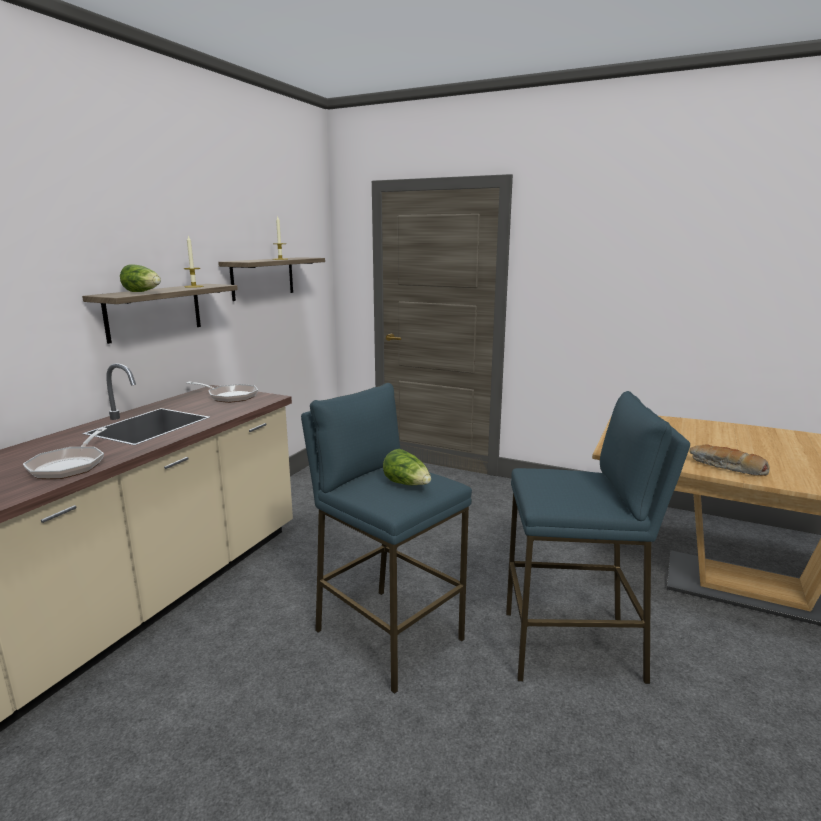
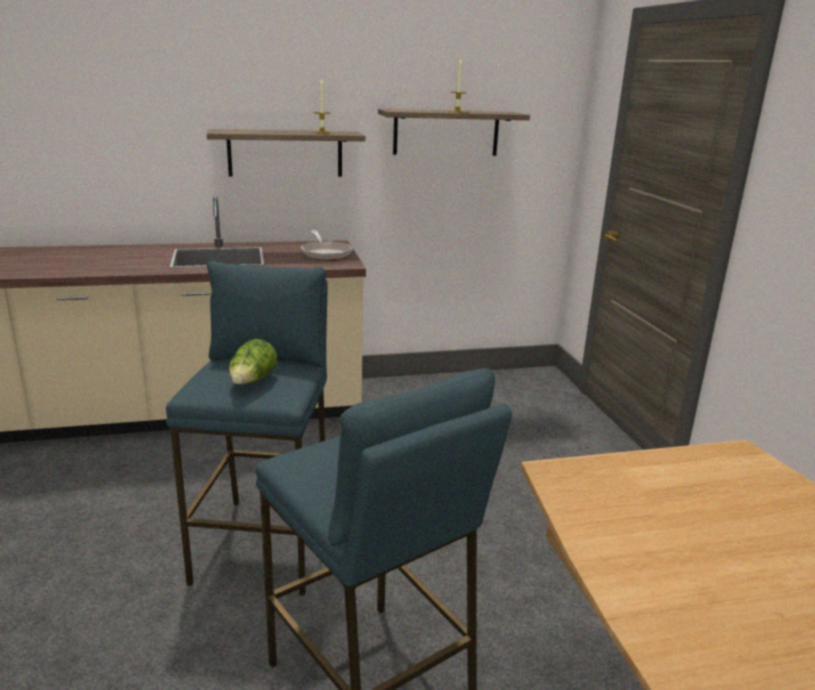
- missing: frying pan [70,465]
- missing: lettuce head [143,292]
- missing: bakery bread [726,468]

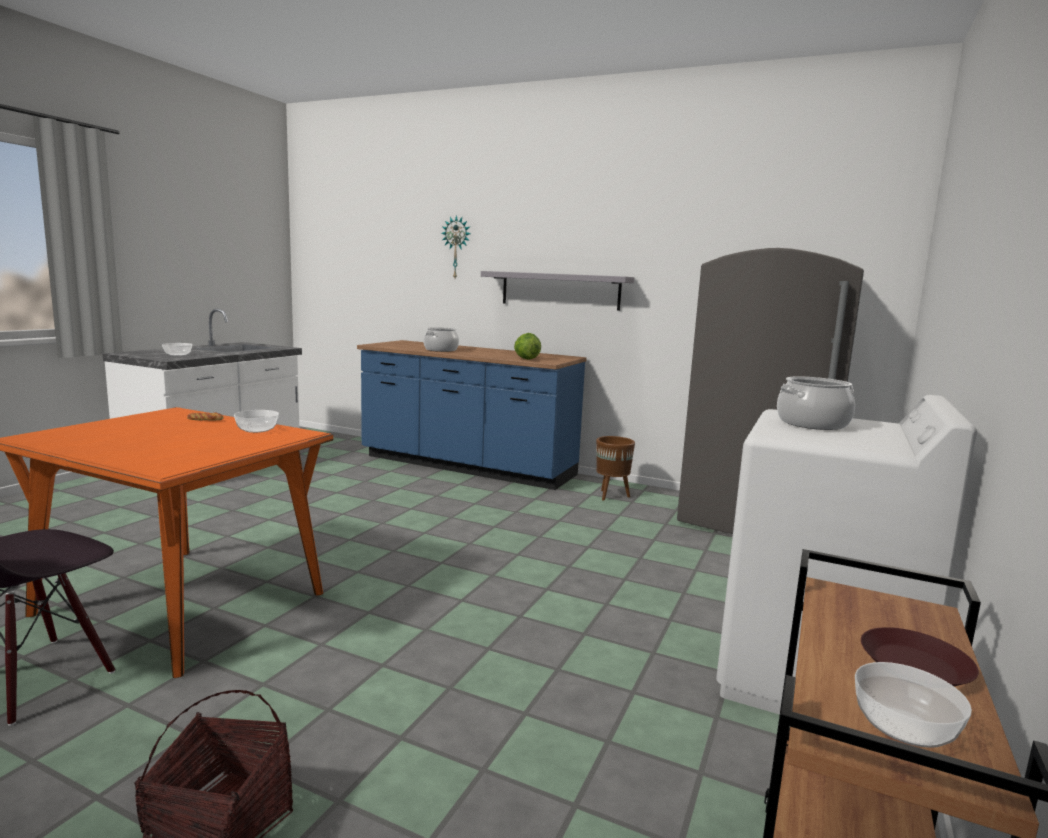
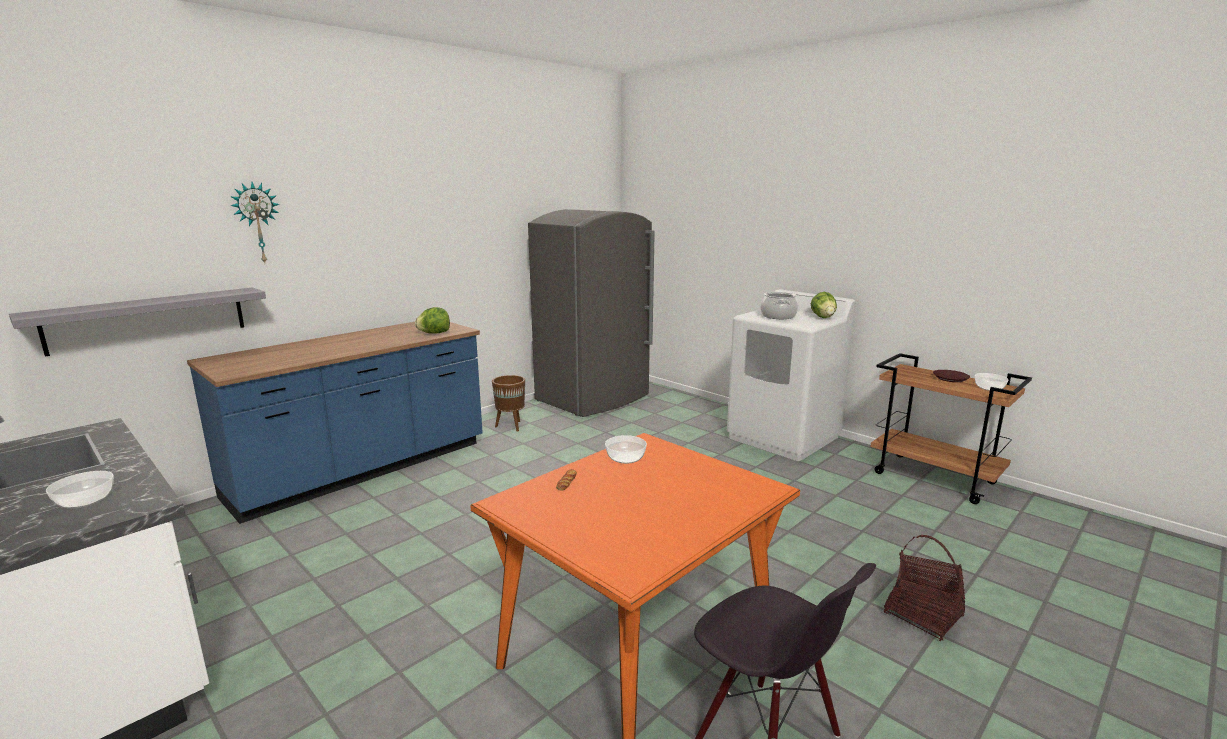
- missing: stockpot [441,350]
- relocated: shelf/gray [560,290] to [148,319]
- appeared: lettuce head [823,317]

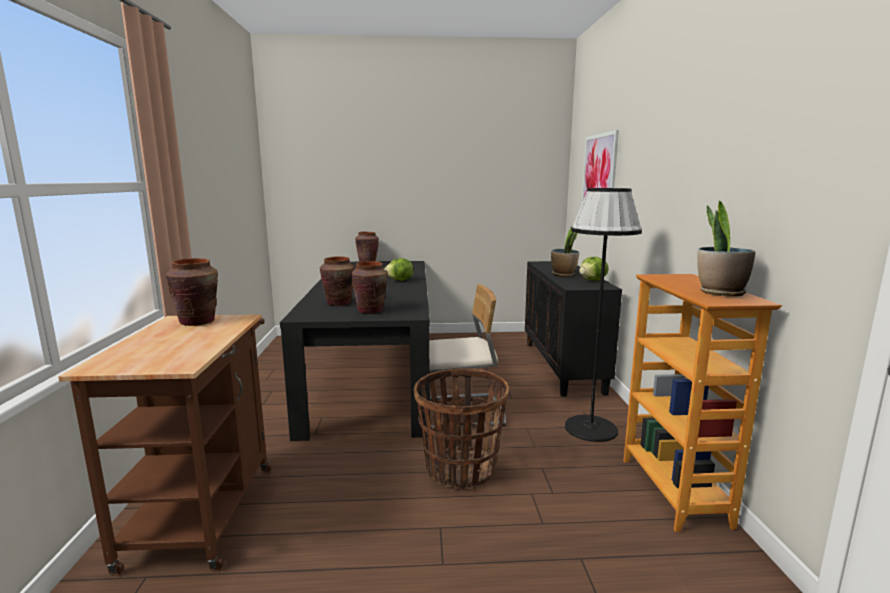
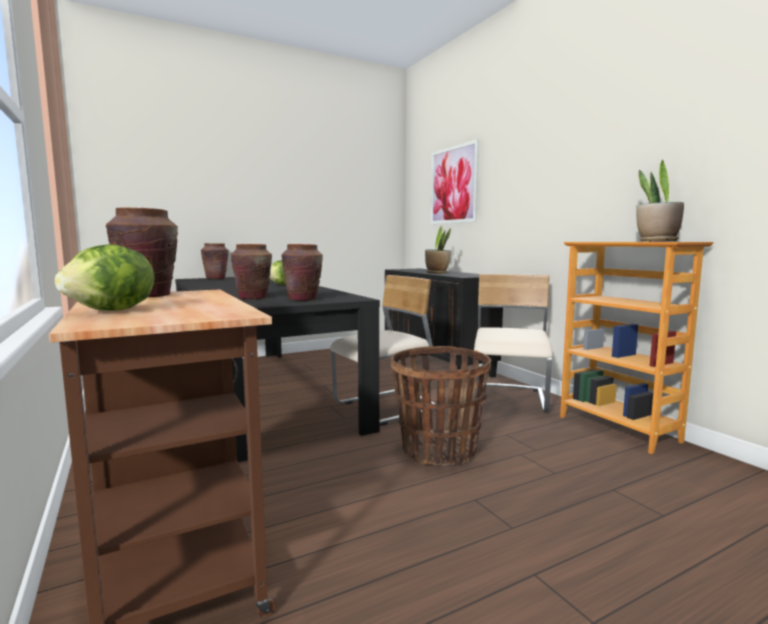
- exchanged: standing lamp/black-coloured [591,428] to upright chair/beige-coloured [510,400]
- relocated: lettuce head [593,280] to [113,311]

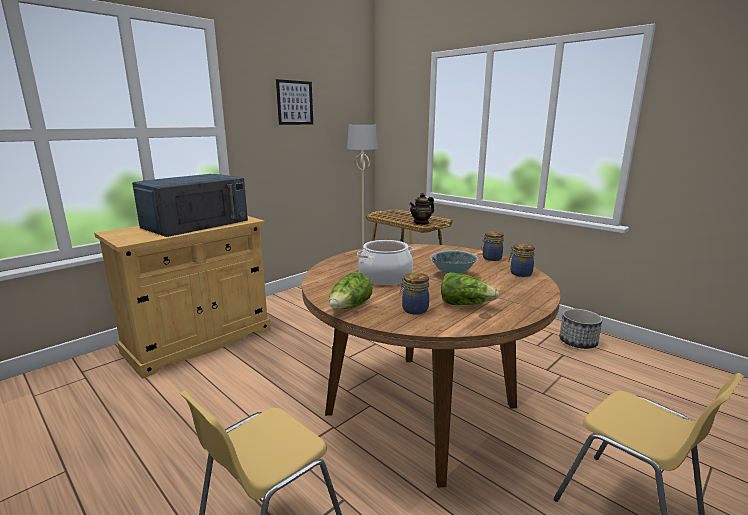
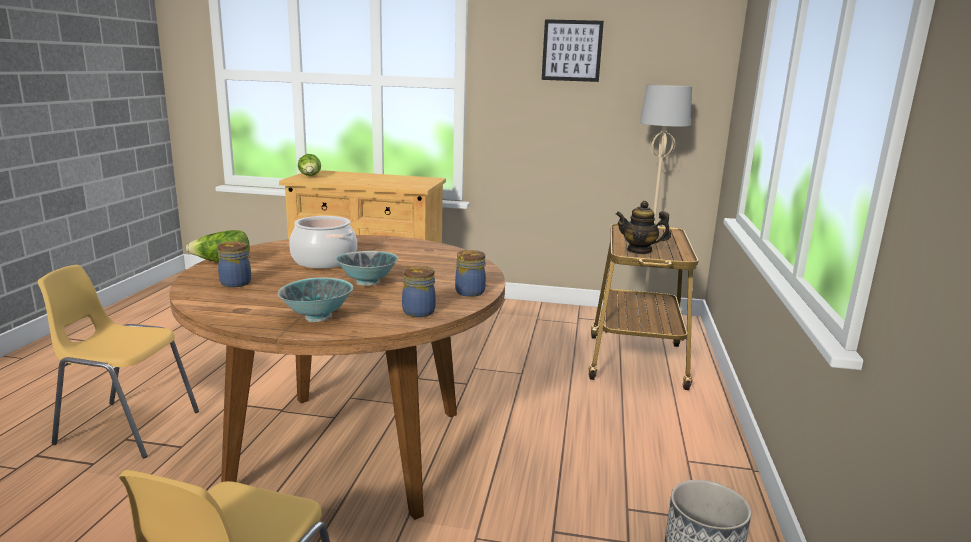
- missing: microwave/blue-coloured [196,223]
- relocated: lettuce head [465,304] to [310,176]
- appeared: bowl [318,317]

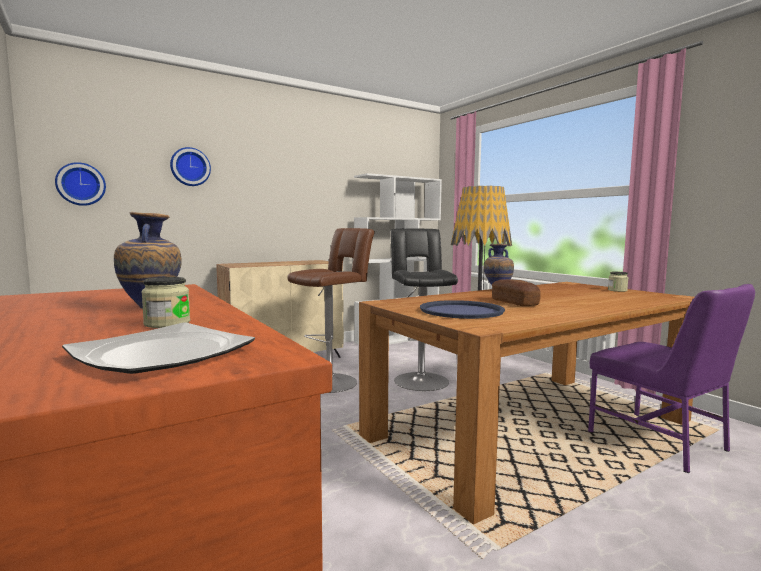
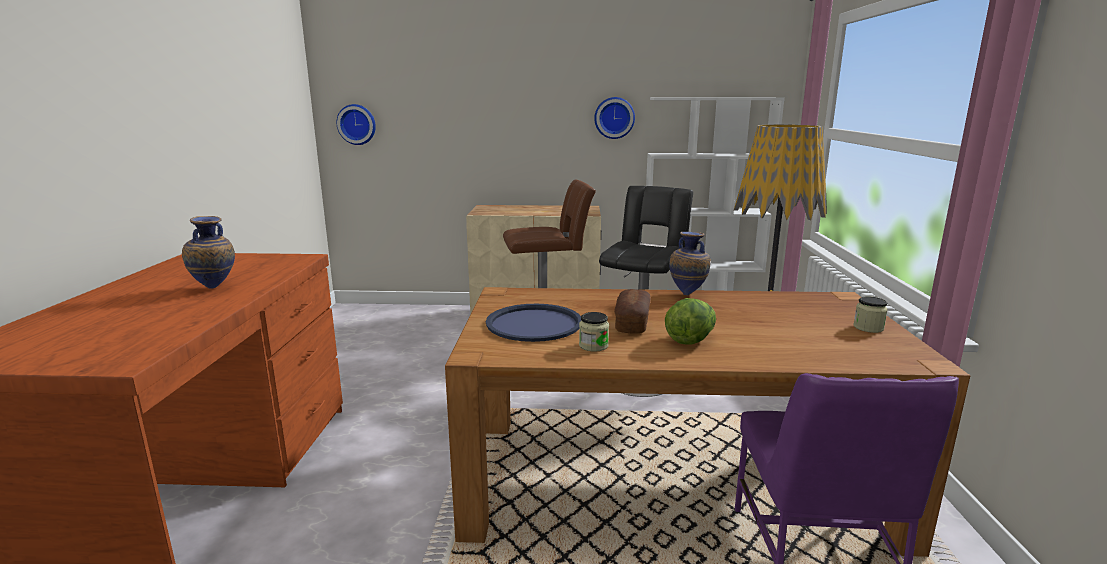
- missing: flat dish [163,353]
- relocated: storage jar [167,323] to [593,346]
- relocated: wall clock [190,167] to [614,118]
- appeared: lettuce head [690,339]

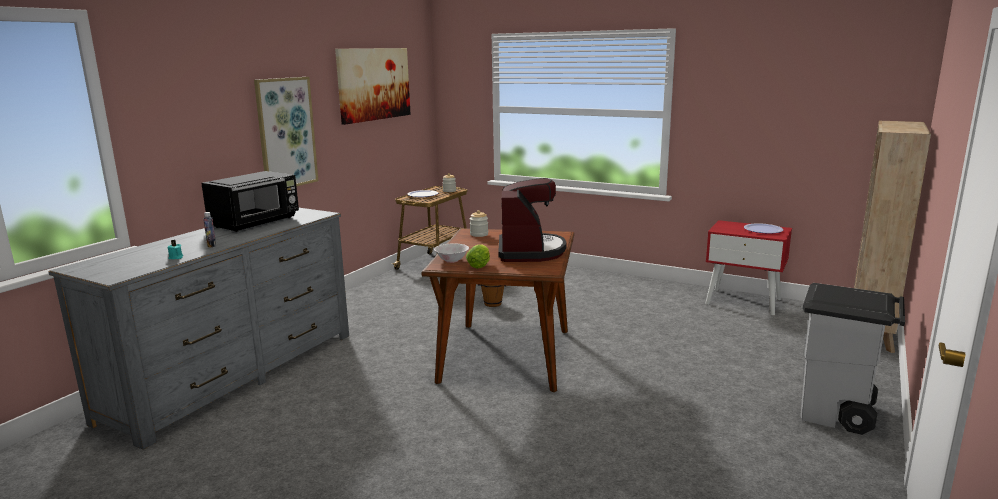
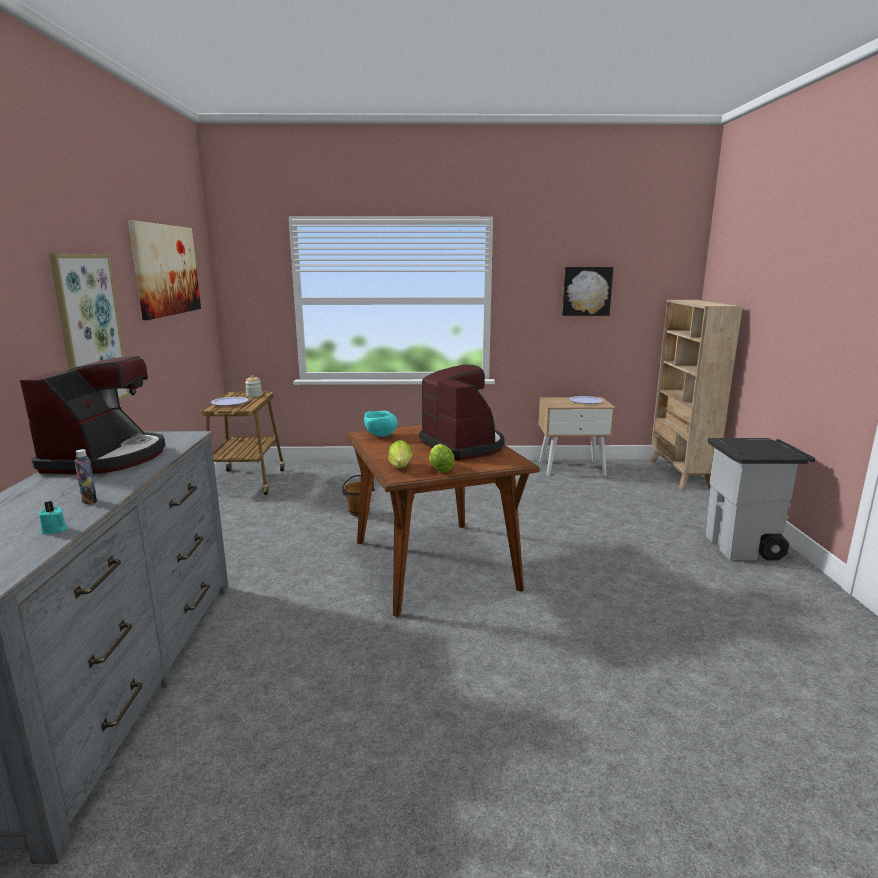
- exchanged: microwave/black-coloured [256,222] to coffee maker [107,458]
- exchanged: bowl/whitish [452,260] to lettuce head [401,468]
- exchanged: storage jar [479,234] to bowl/blue-green [380,436]
- colour: nightstand/red-coloured [743,301] to nightstand/beige-coloured [572,467]
- appeared: picture [586,291]

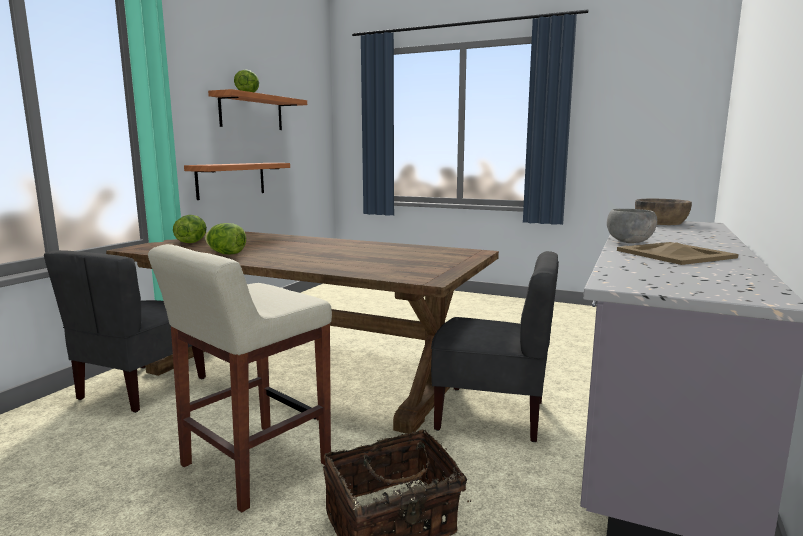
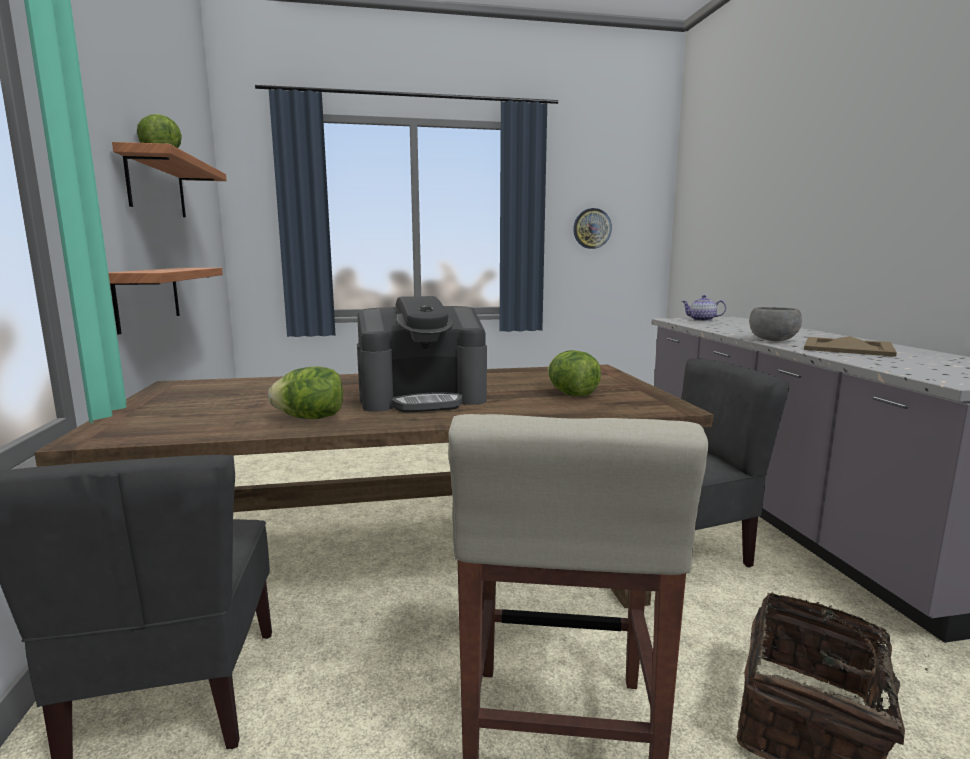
- relocated: lettuce head [192,242] to [572,394]
- exchanged: bowl/brown-coloured [660,222] to teapot [702,320]
- appeared: coffee maker [423,398]
- appeared: wall clock [592,228]

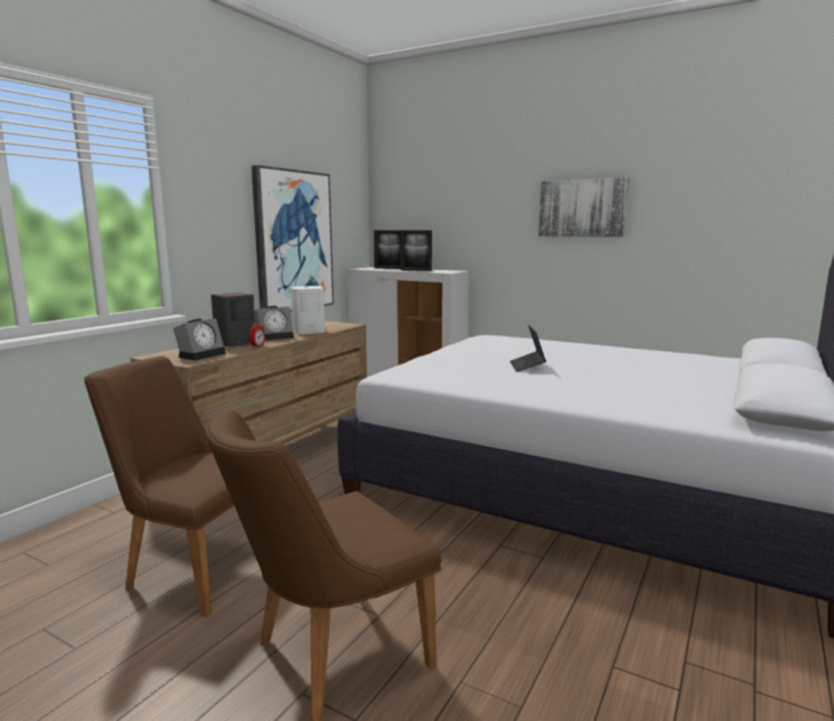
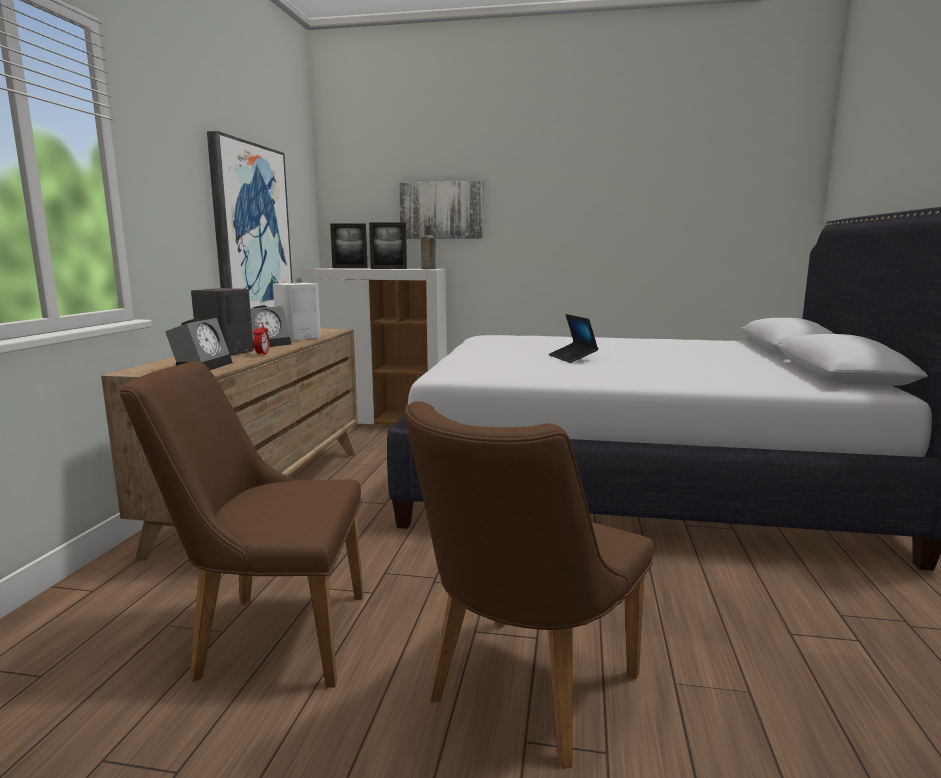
- relocated: picture [582,208] to [441,210]
- appeared: drink bottle/brown-coloured [427,269]

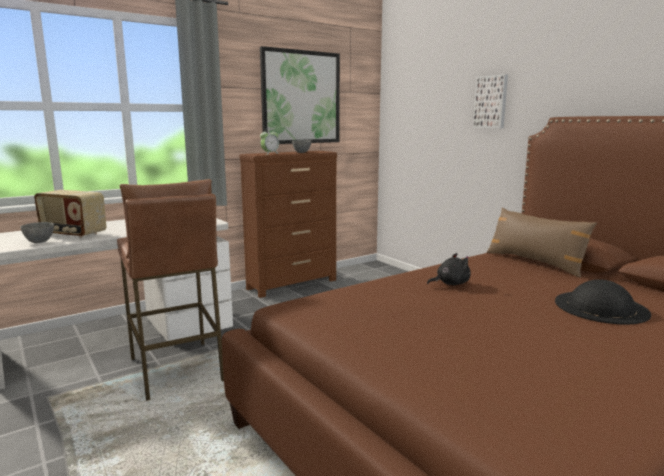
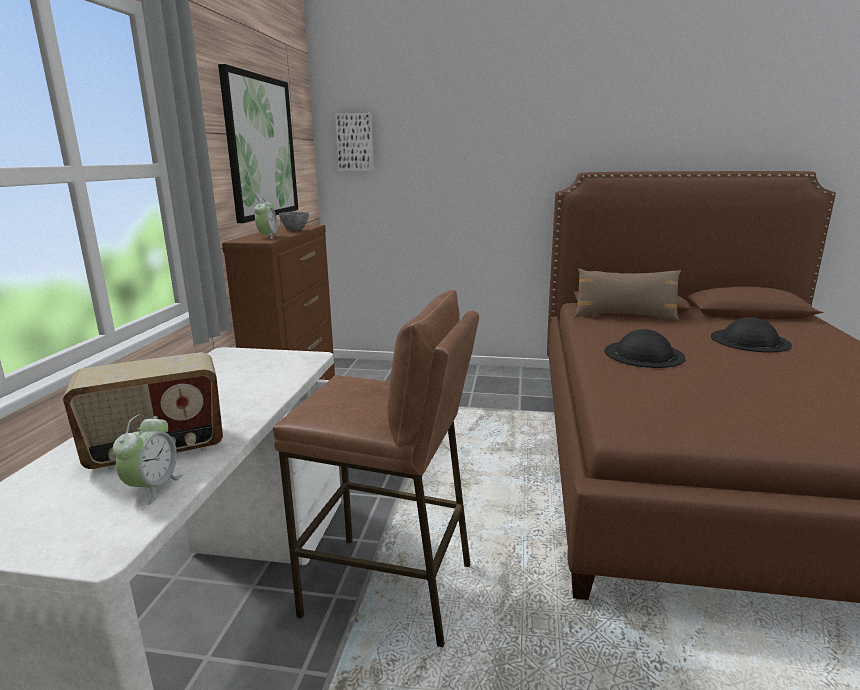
- exchanged: bowl/gray [40,242] to table clock [153,488]
- exchanged: cuddly toy/black-coloured [450,283] to clothing hat/black-coloured [644,354]
- relocated: picture [491,102] to [355,142]

